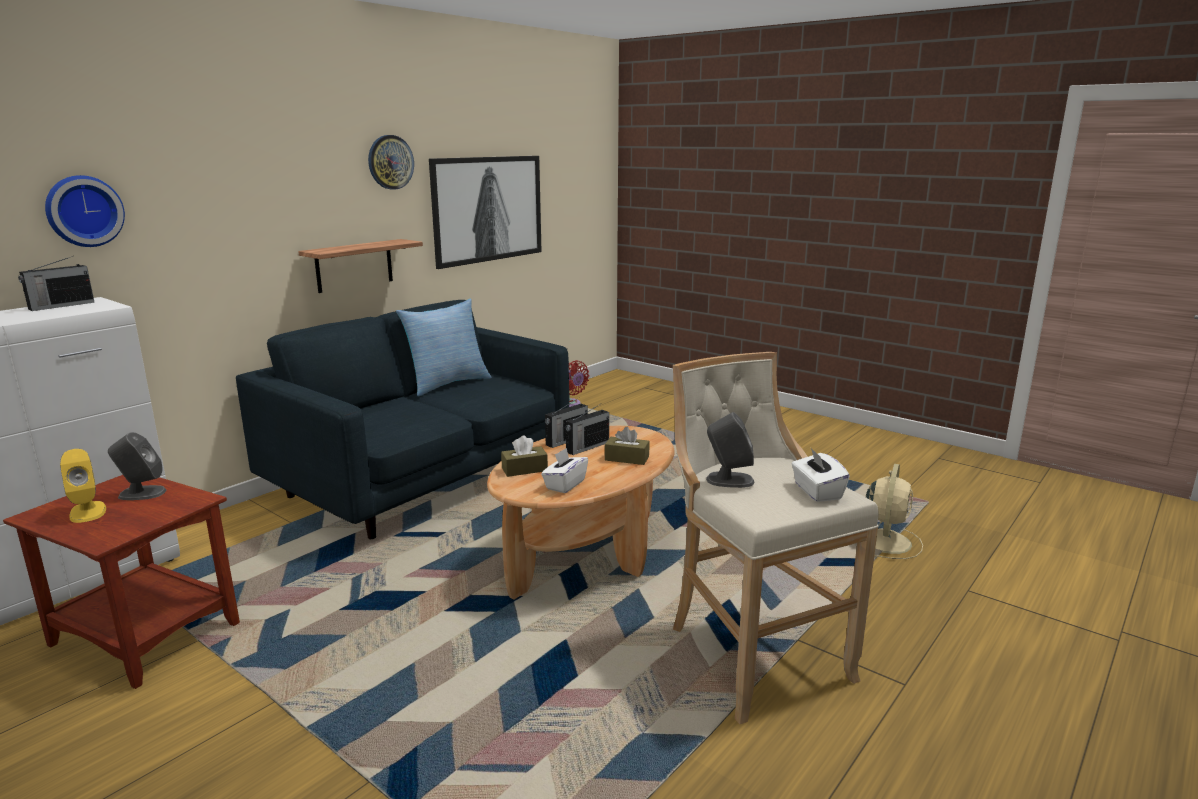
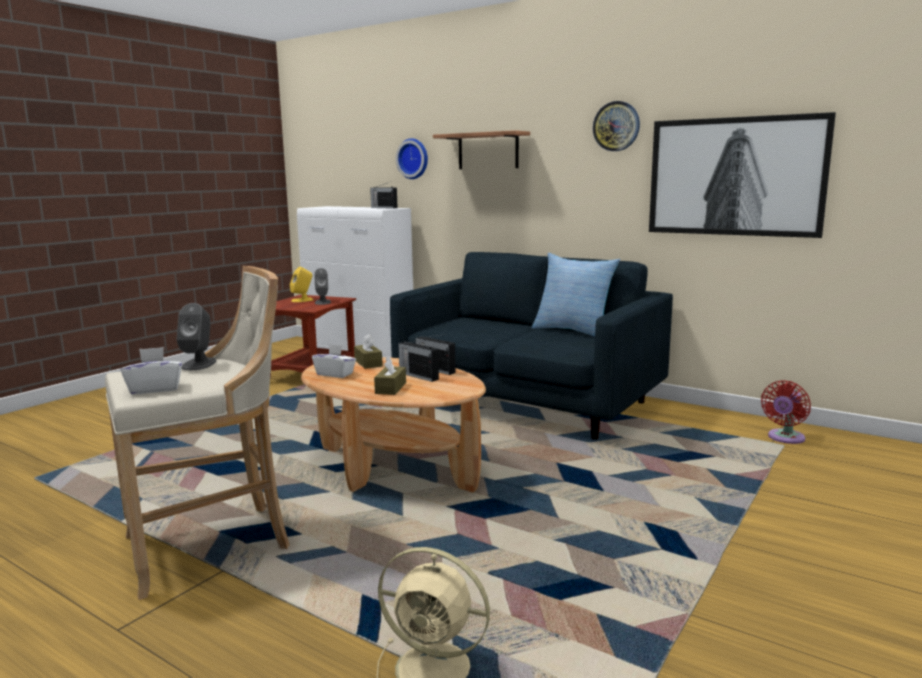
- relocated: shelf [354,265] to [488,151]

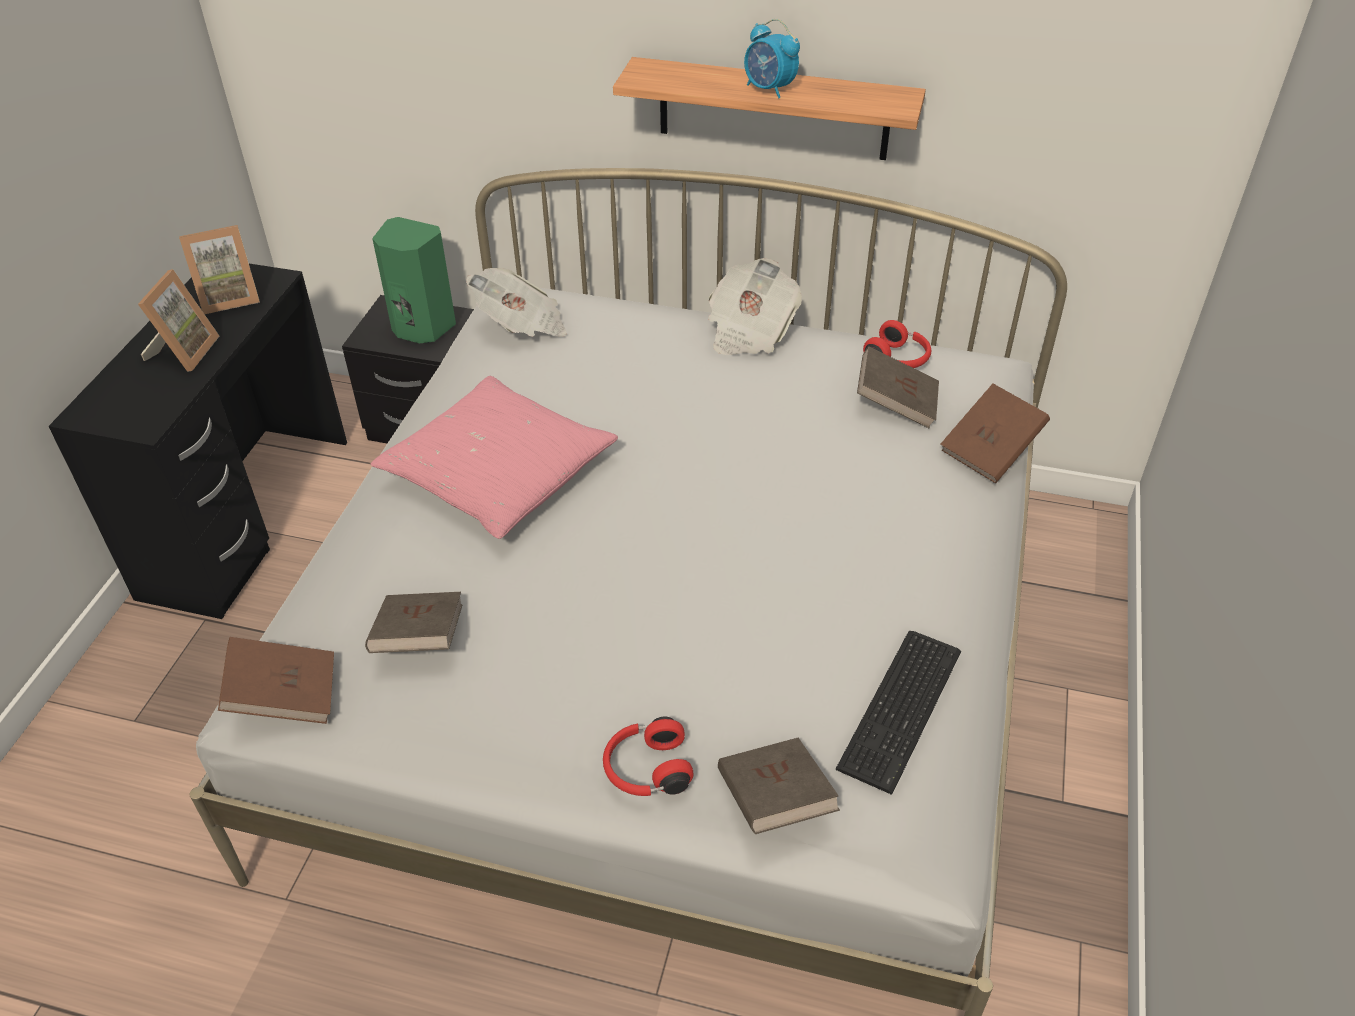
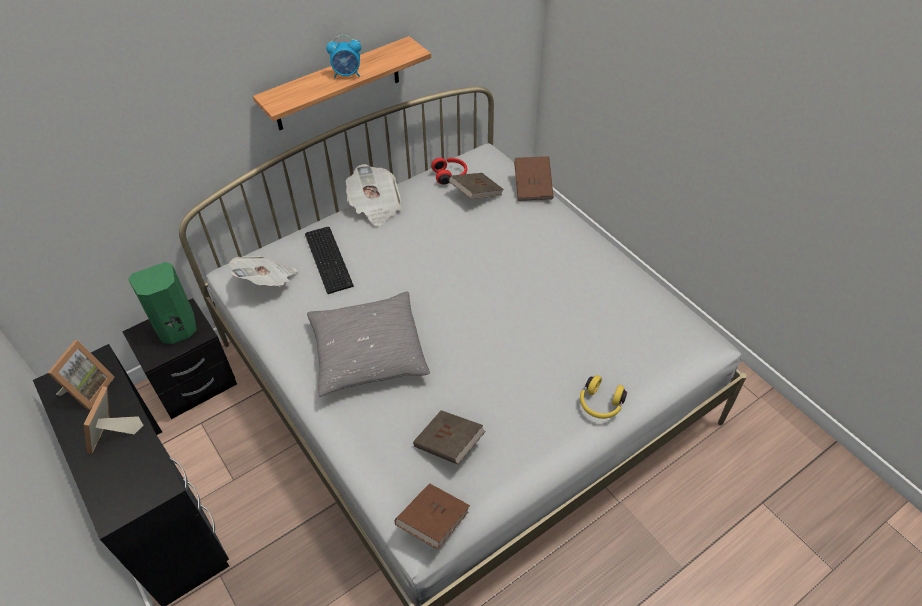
- spun: photo frame [184,352] = [114,436] 135 degrees counterclockwise
- colour: cushion/pinkish [498,473] to cushion/gray [368,352]
- colour: pair of headphones/red-coloured [646,769] to pair of headphones/yellow [600,404]
- missing: bound book/brown-coloured [774,801]
- relocated: PC keyboard [904,708] to [329,258]

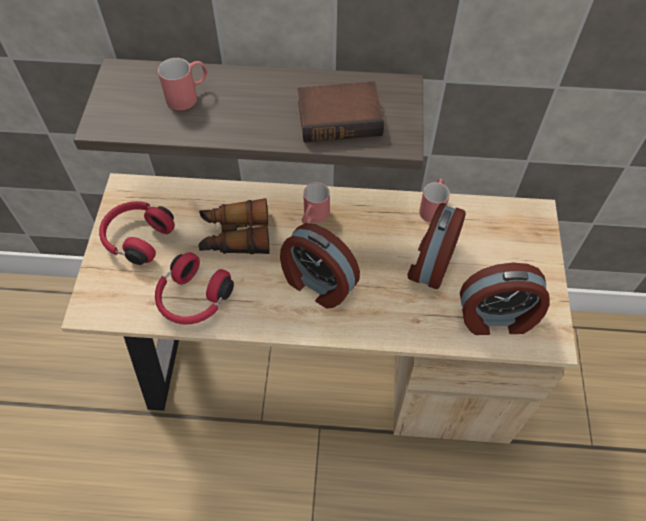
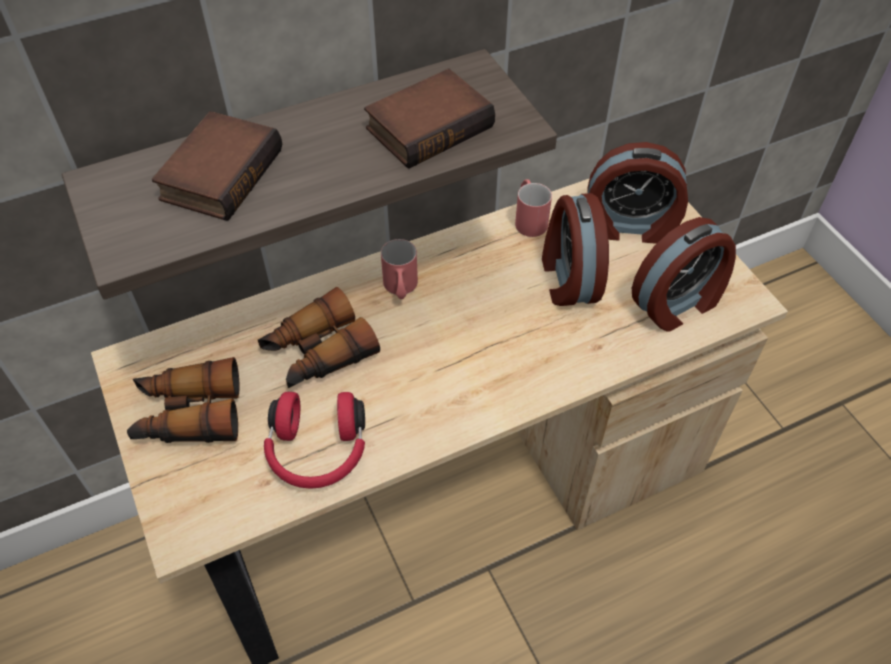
- exchanged: pair of headphones/red-coloured [137,238] to field glasses [188,414]
- exchanged: tea mug/red-coloured [188,95] to bound book [219,173]
- relocated: table clock [317,284] to [630,226]

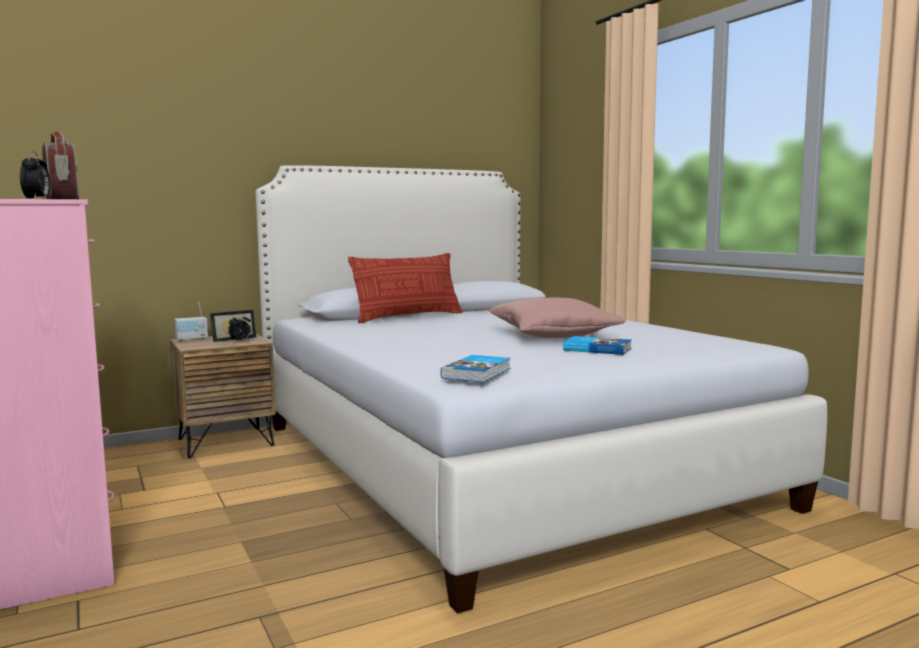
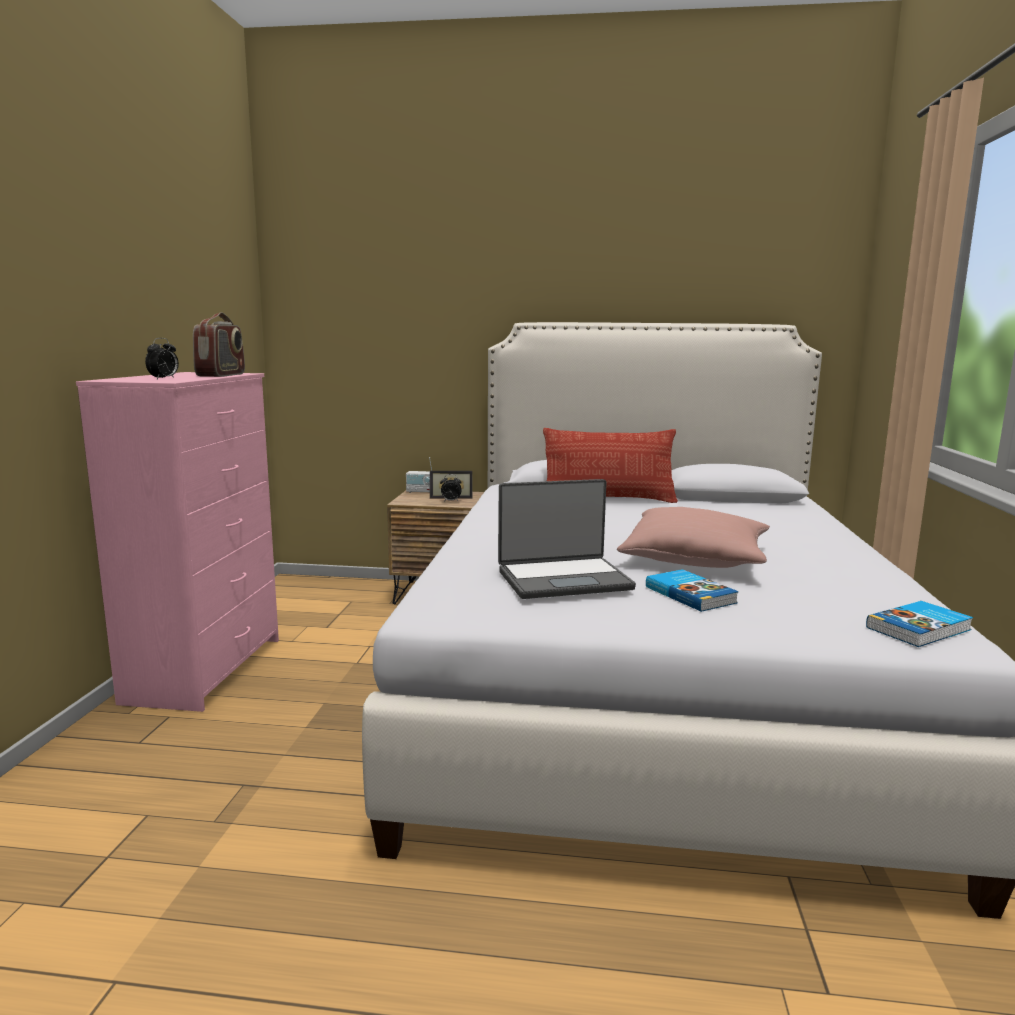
- relocated: bound book [478,373] to [920,629]
- appeared: notebook computer [563,579]

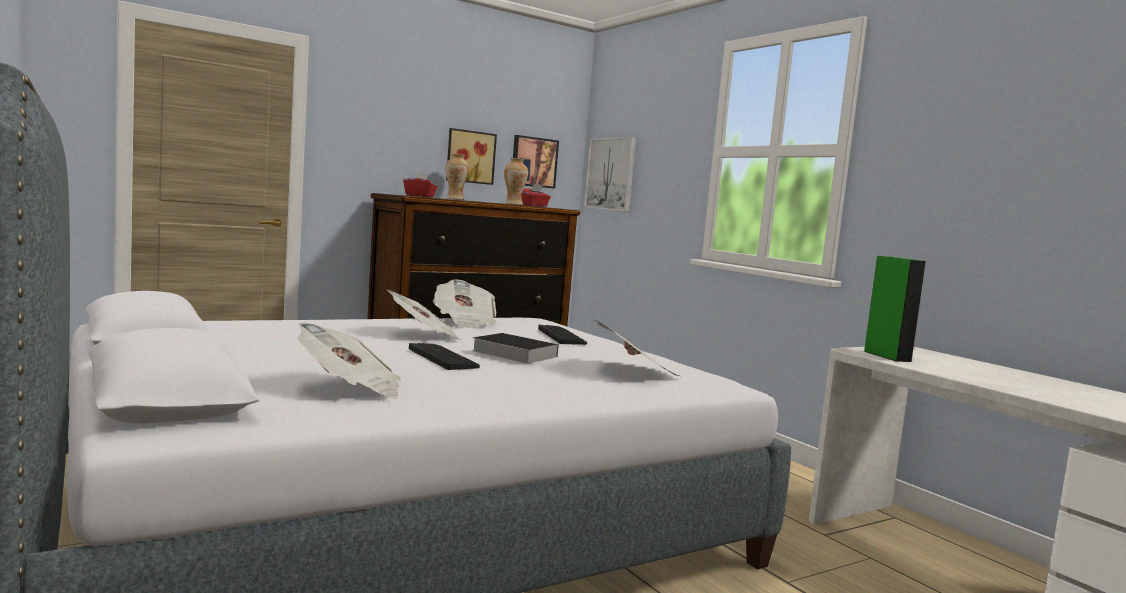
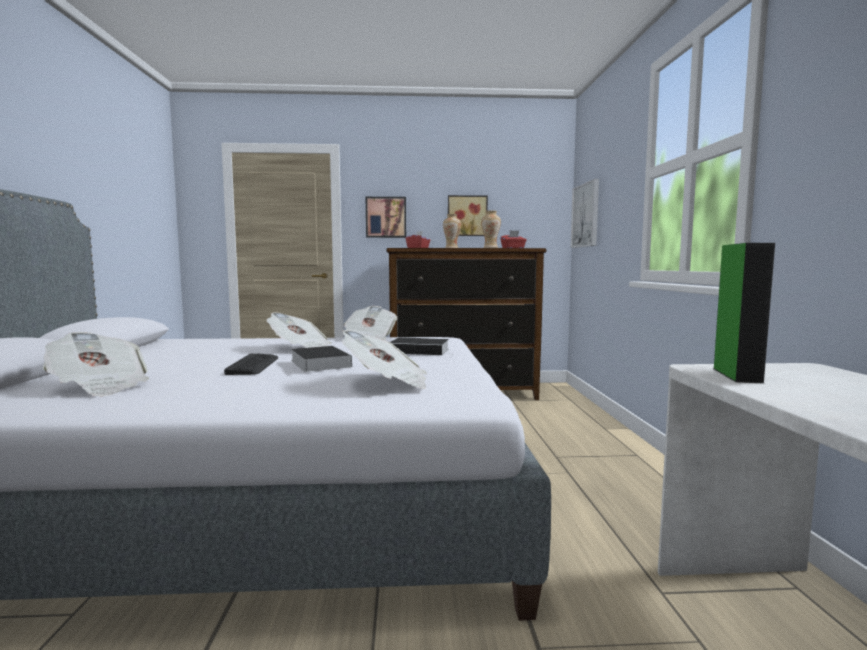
- relocated: picture [533,162] to [386,217]
- exchanged: PC keyboard [561,336] to bound book [421,351]

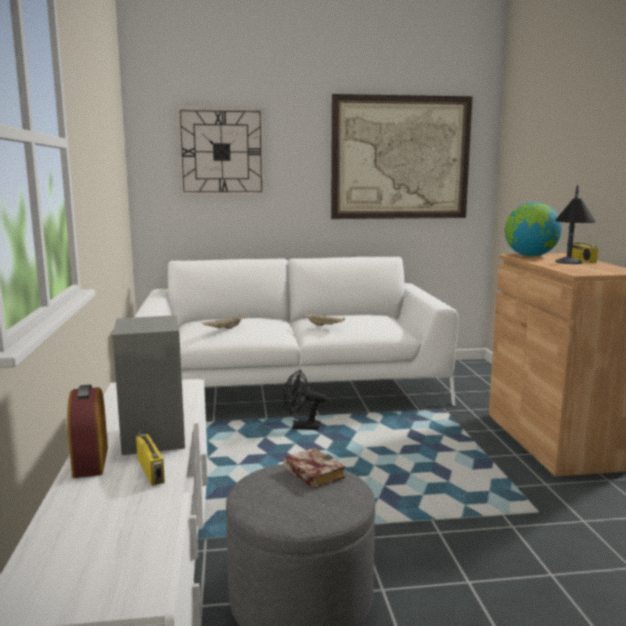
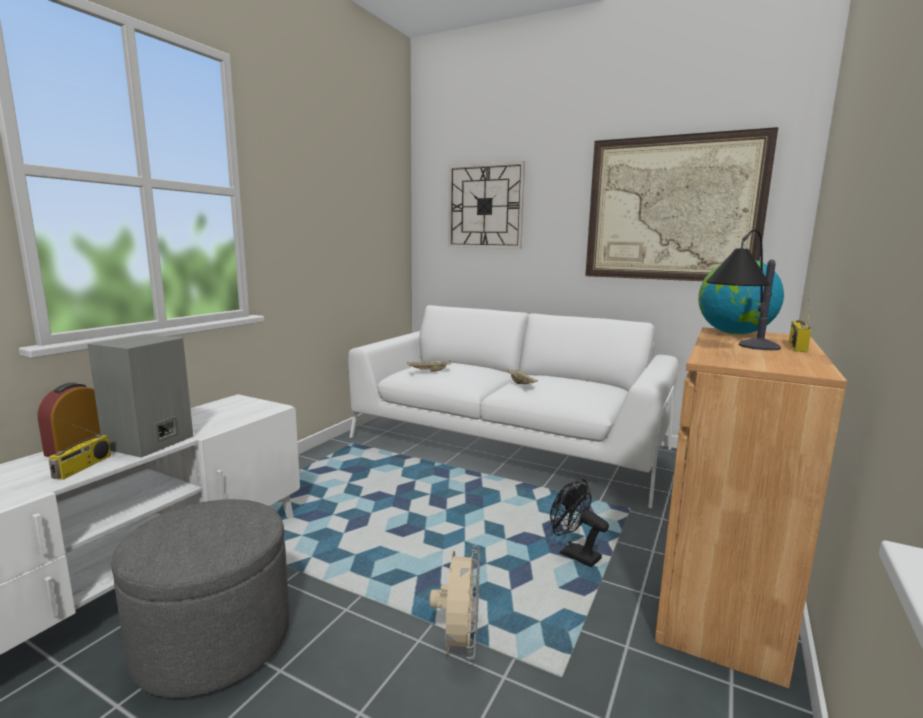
- relocated: fan/black-coloured [301,427] to [574,554]
- missing: bound book [311,473]
- appeared: fan/beige-coloured [459,644]

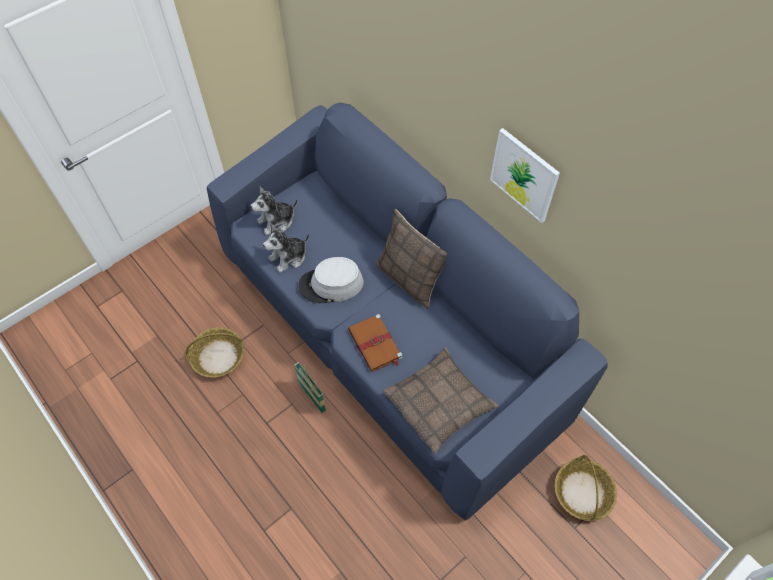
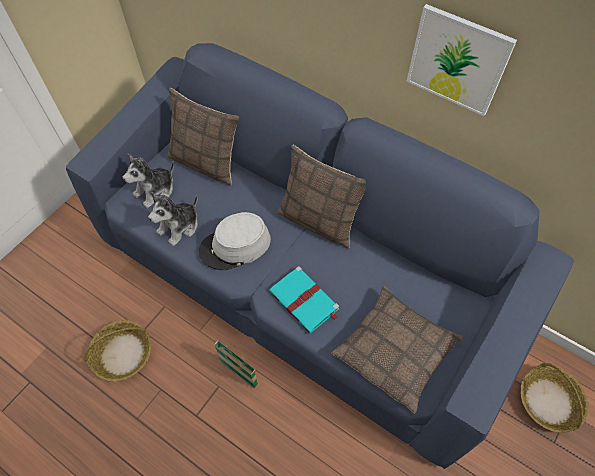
- colour: bound book/brown-coloured [375,345] to bound book/blue-green [304,301]
- appeared: cushion [206,163]

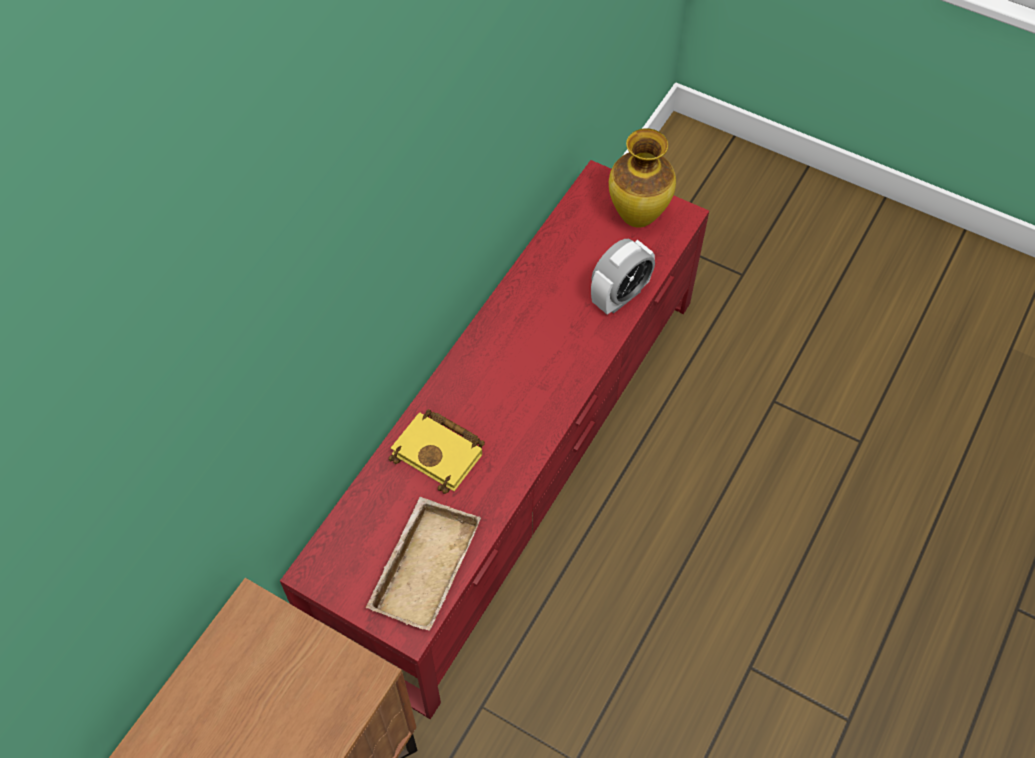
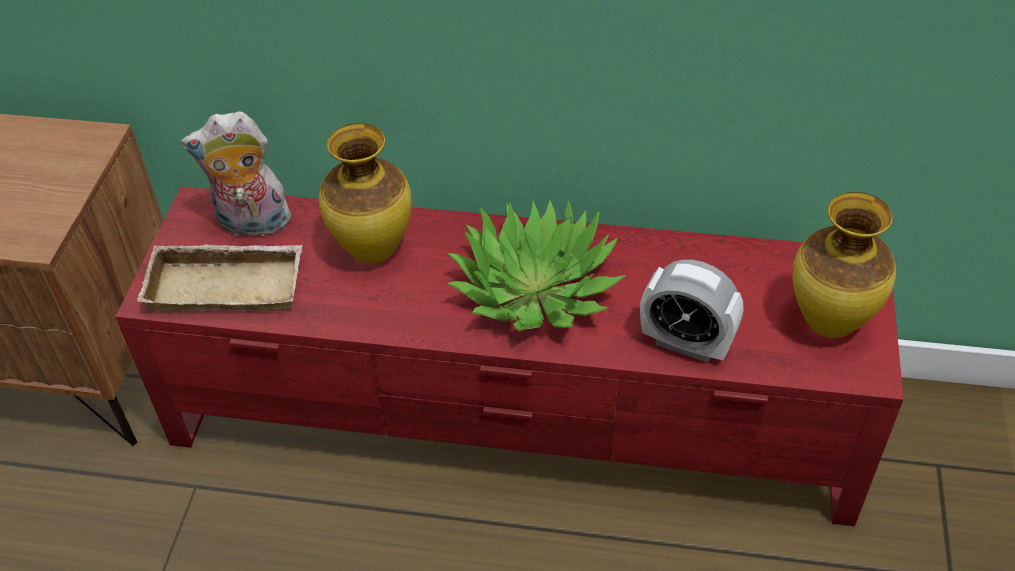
- exchanged: bound book/yellow [441,453] to decorative vase [374,252]
- appeared: cuddly toy [251,225]
- appeared: potted plant [535,289]

